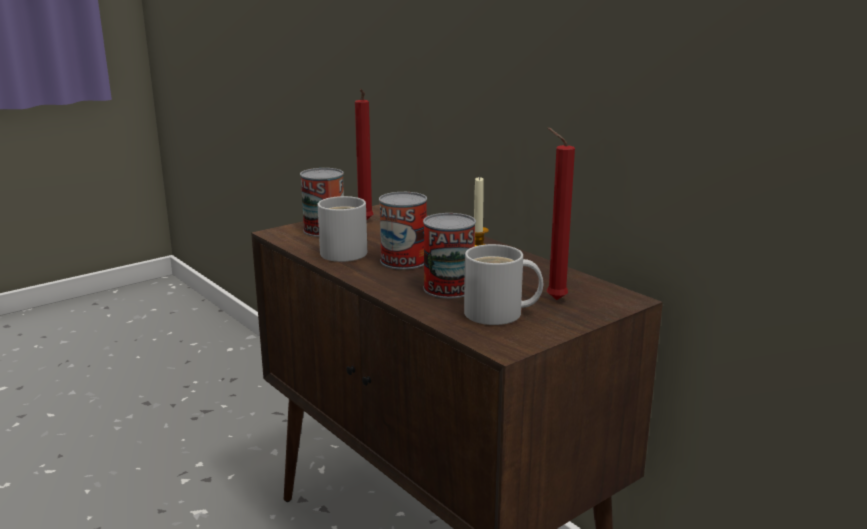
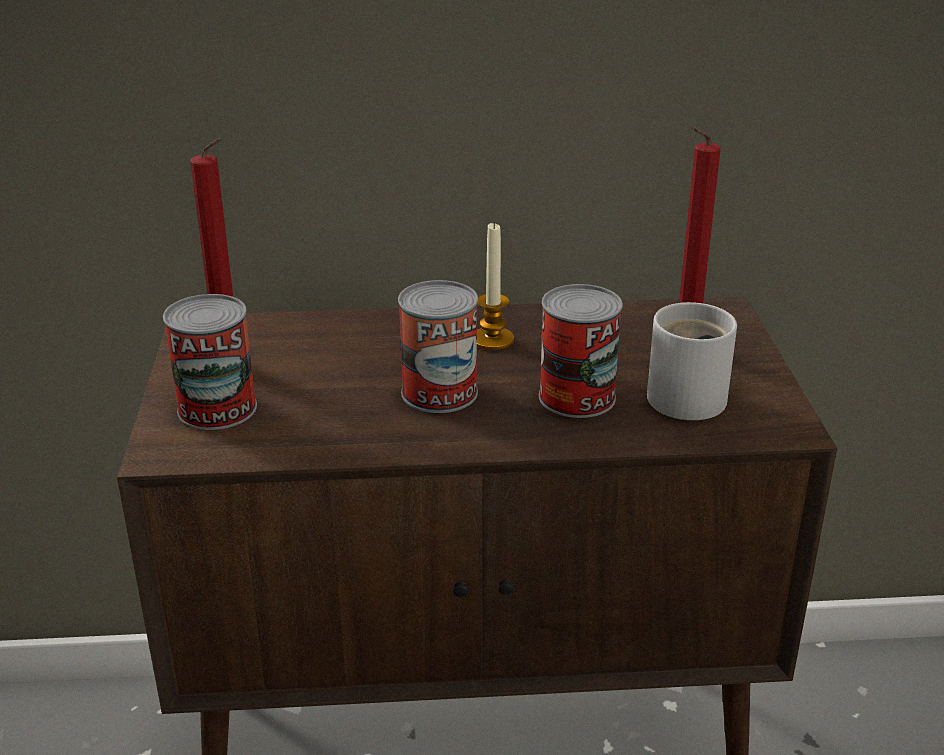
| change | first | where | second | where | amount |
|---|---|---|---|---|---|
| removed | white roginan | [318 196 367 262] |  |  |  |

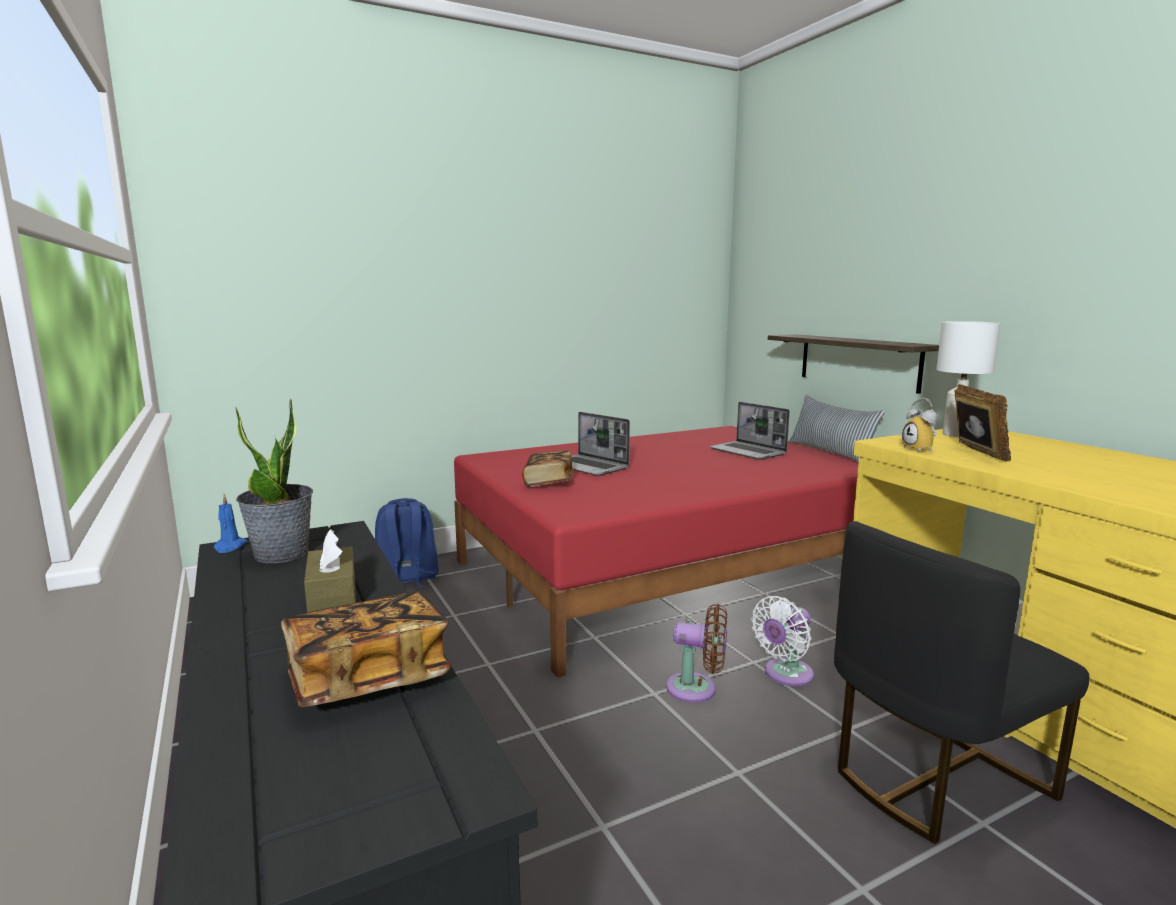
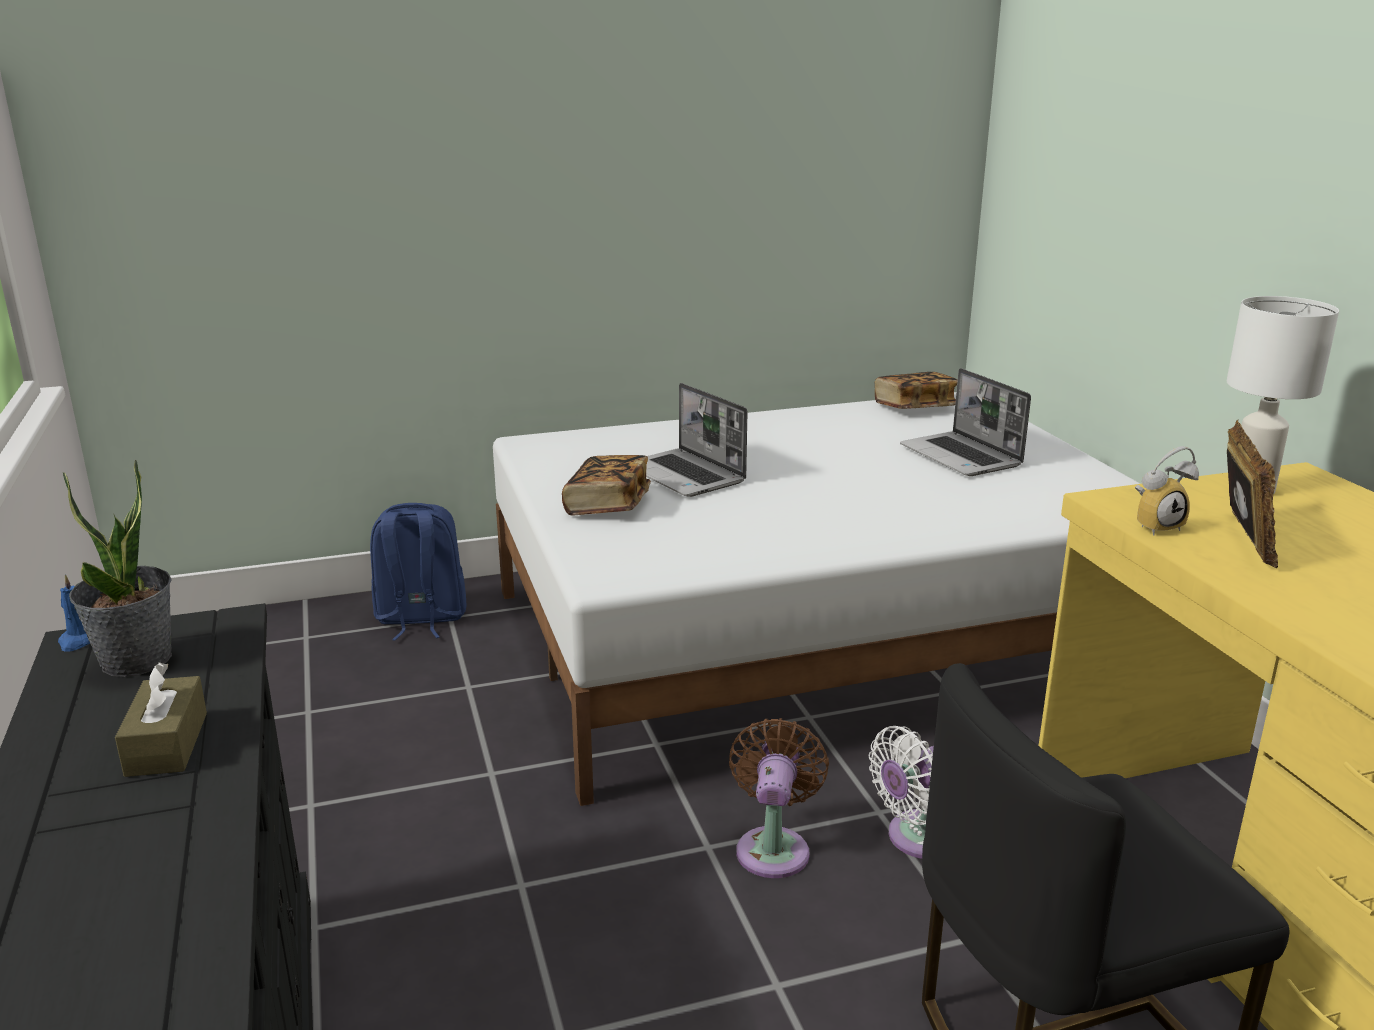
| change | first | where | second | where | amount |
|---|---|---|---|---|---|
| removed | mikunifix | [768 334 939 394] |  |  |  |
| removed | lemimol | [789 395 885 463] |  |  |  |
| moved | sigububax | [281 591 451 707] |  | [875 372 958 409] |  |
| recoloured | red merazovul | [454 426 858 678] | white merazovul | [493 392 1140 806] |  |
| turned | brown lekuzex | [666 604 727 703] |  | [729 718 829 878] | 105 degrees counterclockwise |
| turned | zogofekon | [902 398 937 453] |  | [1135 446 1199 536] | 105 degrees counterclockwise |

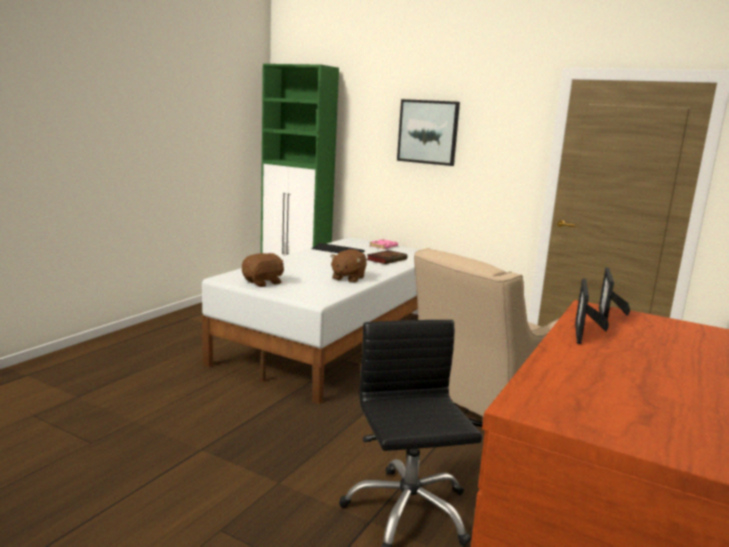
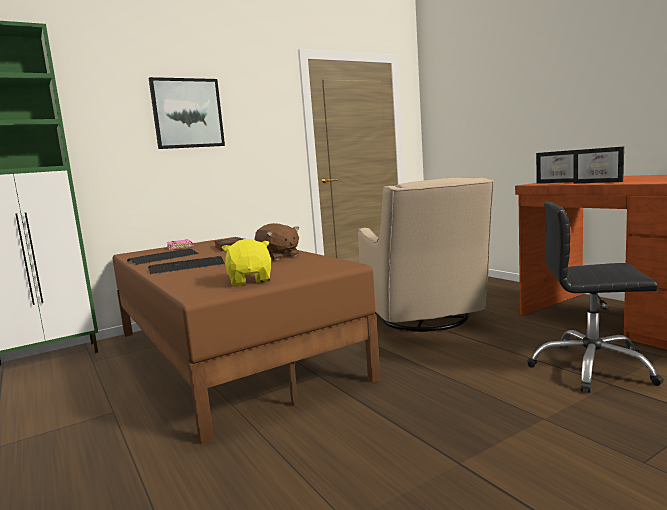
| change | first | where | second | where | amount |
|---|---|---|---|---|---|
| added |  |  | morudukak | [148 256 225 274] |  |
| recoloured | white merazovul | [202 237 421 404] | brown merazovul | [113 237 381 445] |  |
| recoloured | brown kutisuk | [242 253 284 287] | yellow kutisuk | [222 239 271 286] |  |

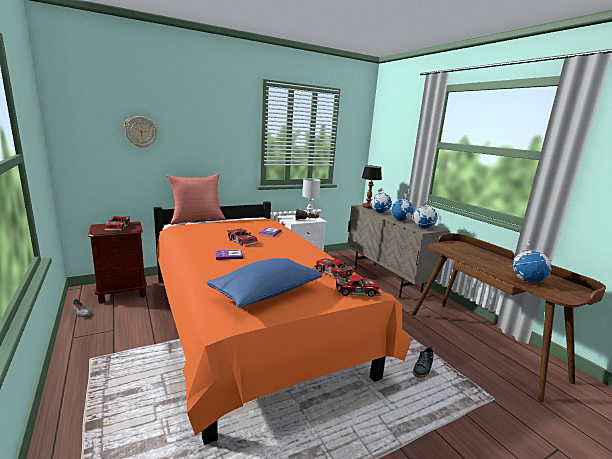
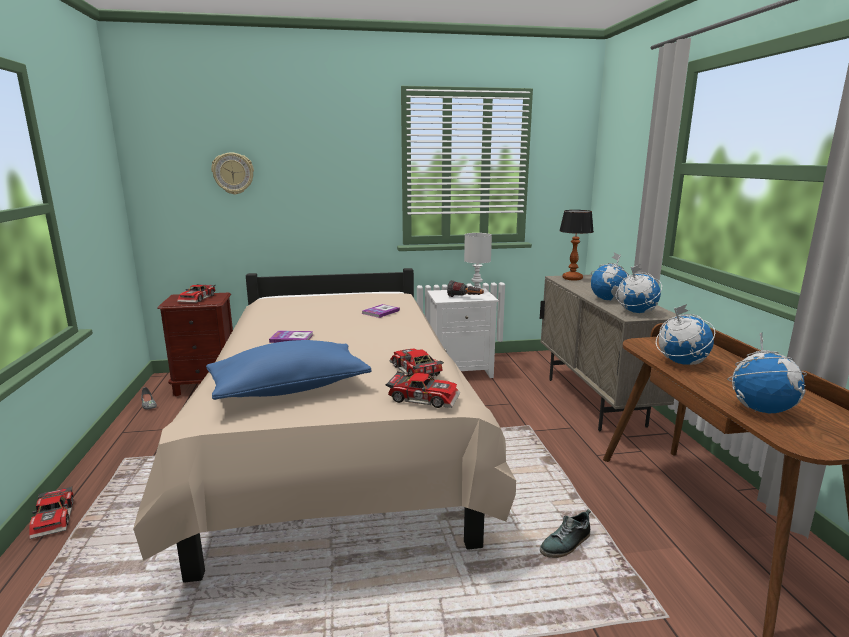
| change | first | where | second | where | amount |
|---|---|---|---|---|---|
| removed | red lemimol | [167 174 226 225] |  |  |  |
| moved | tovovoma | [227 228 259 246] |  | [29 486 74 539] |  |
| moved | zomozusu | [370 188 393 213] |  | [656 304 715 365] |  |
| recoloured | orange merazovul | [153 201 410 445] | beige merazovul | [133 268 516 583] |  |

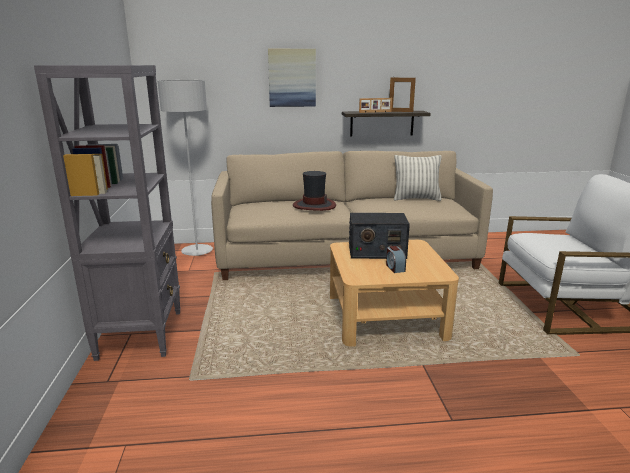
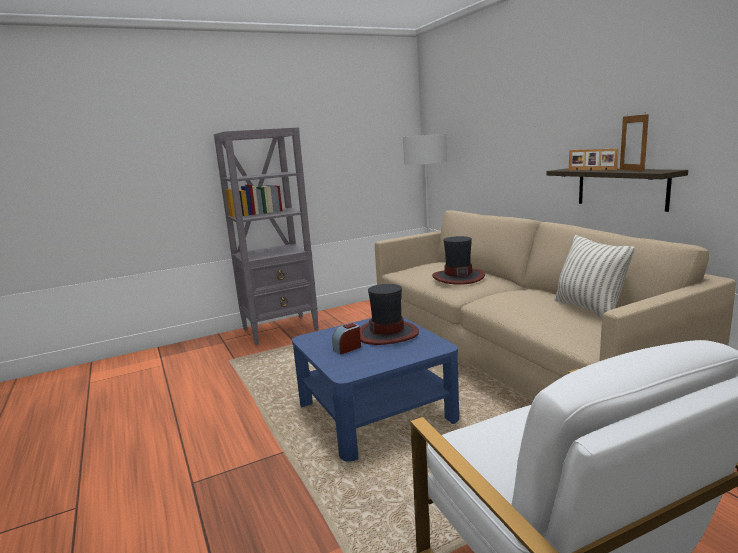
| change | first | where | second | where | amount |
|---|---|---|---|---|---|
| removed | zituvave | [268 49 316 107] |  |  |  |
| replaced | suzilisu | [349 213 410 259] | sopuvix | [360 284 419 345] |  |
| recoloured | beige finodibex | [330 240 459 347] | blue finodibex | [292 317 459 462] |  |

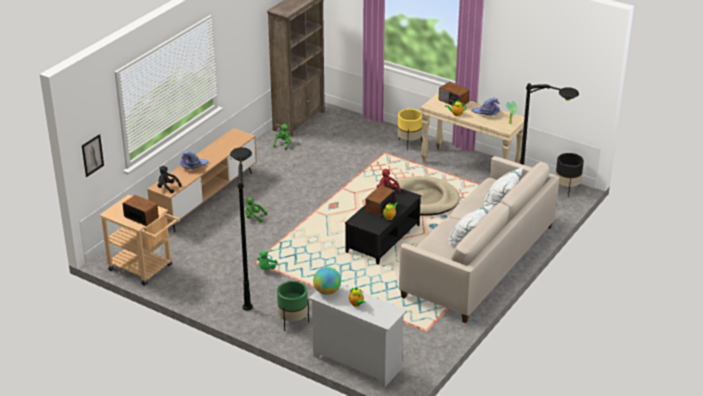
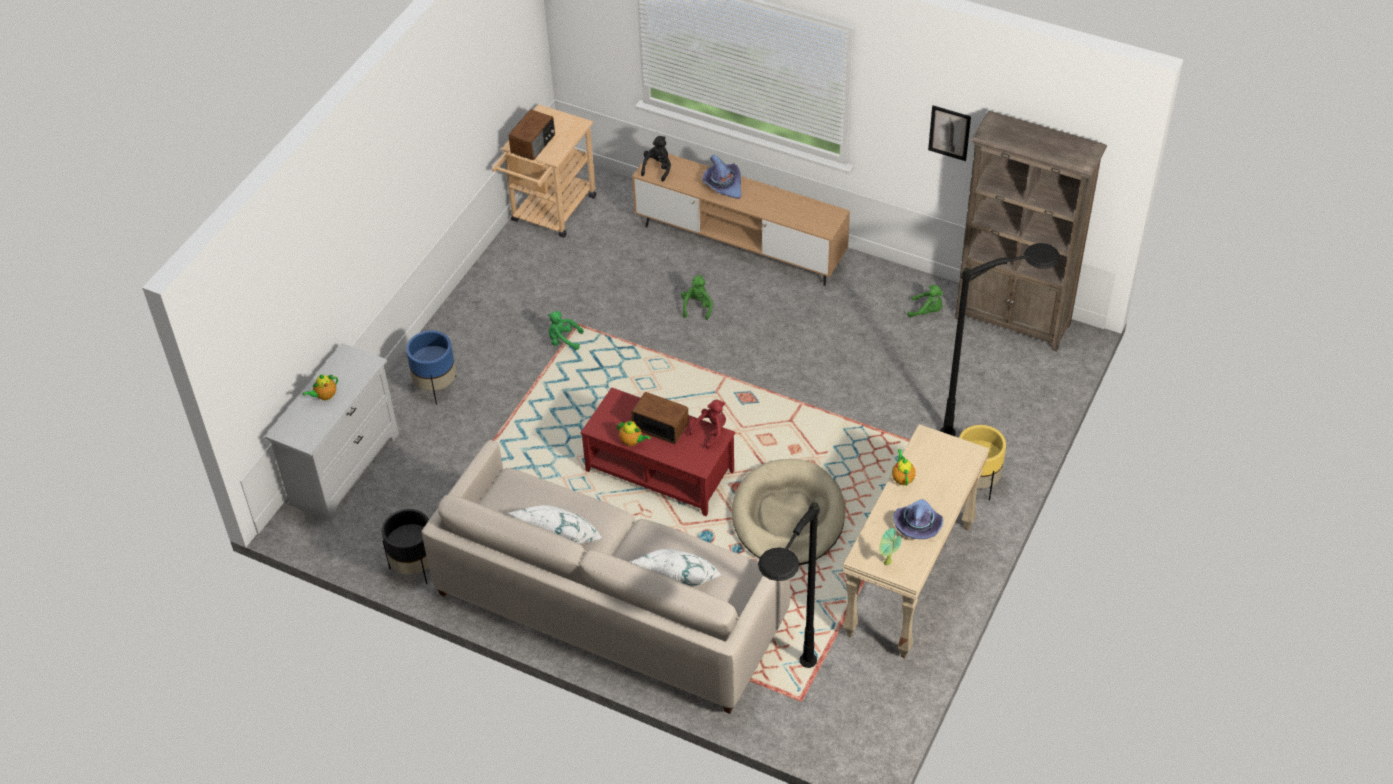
| change | first | where | second | where | amount |
|---|---|---|---|---|---|
| removed | zomozusu | [313 267 341 295] |  |  |  |
| removed | suzilisu | [439 82 470 106] |  |  |  |
| moved | zituvave | [82 134 104 177] |  | [928 106 971 161] |  |
| moved | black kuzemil | [230 147 253 311] |  | [940 243 1060 436] |  |
| moved | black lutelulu | [556 153 584 197] |  | [382 509 429 584] |  |
| recoloured | green lutelulu | [277 281 309 331] | blue lutelulu | [406 330 456 405] |  |
| recoloured | black finodibex | [345 186 421 265] | red finodibex | [581 387 735 516] |  |

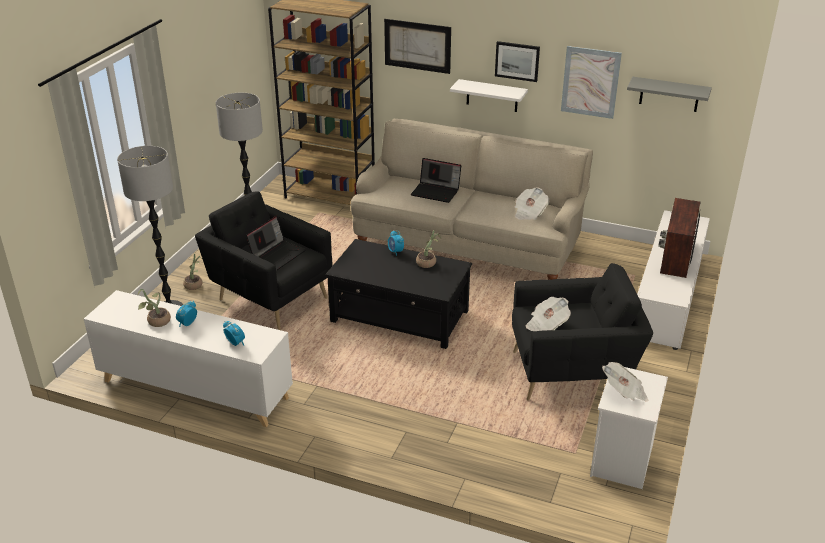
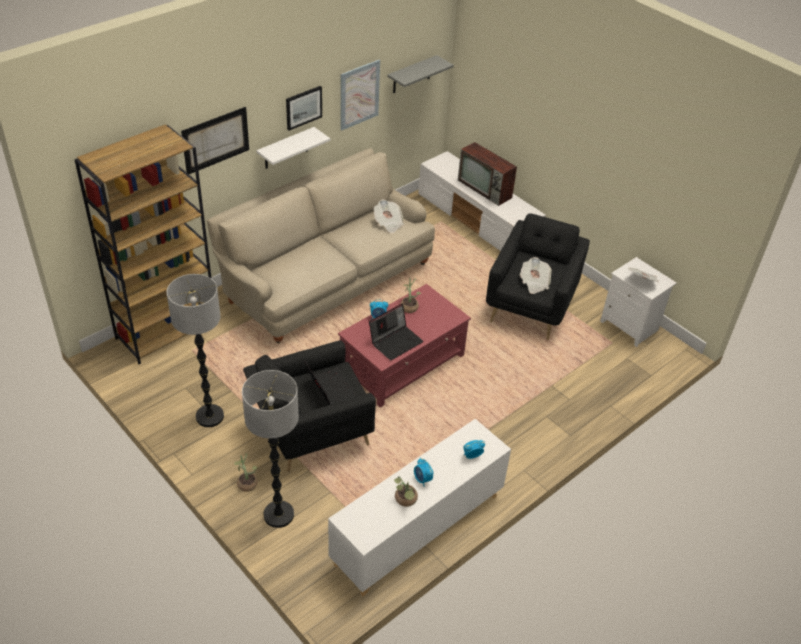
| change | first | where | second | where | amount |
|---|---|---|---|---|---|
| moved | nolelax | [411 158 461 203] |  | [369 304 423 360] |  |
| recoloured | black finodibex | [325 239 472 349] | red finodibex | [338 284 471 407] |  |

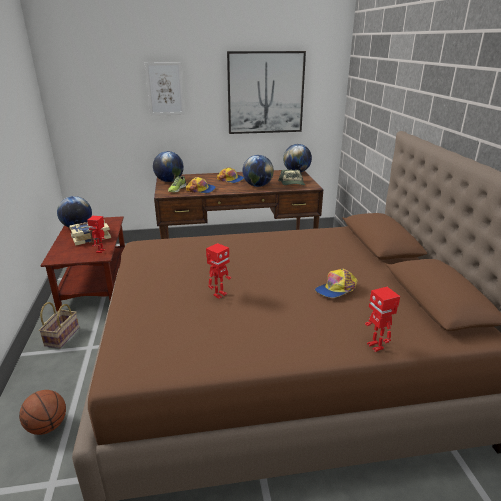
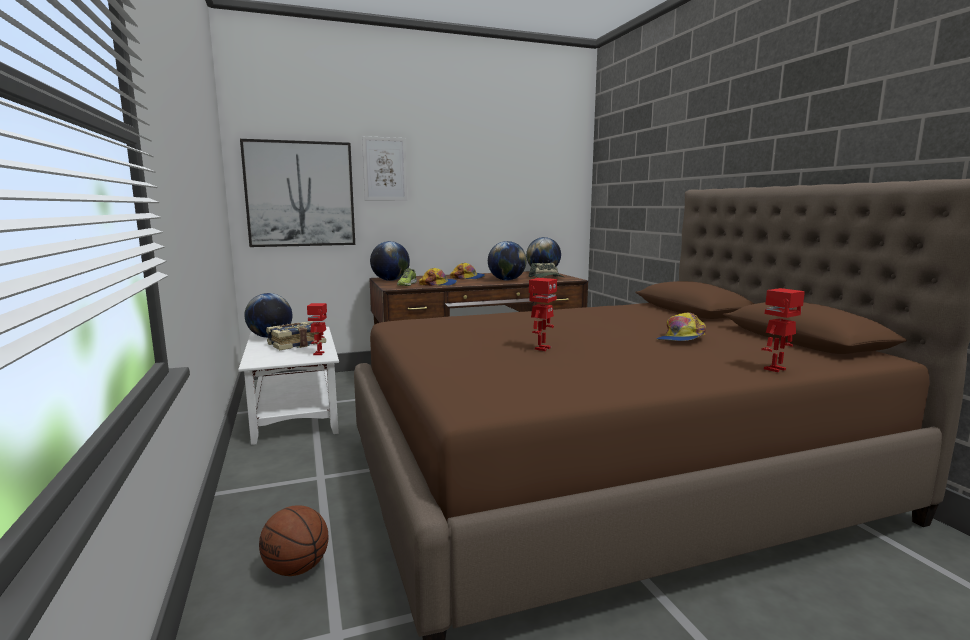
| change | first | where | second | where | amount |
|---|---|---|---|---|---|
| removed | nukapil | [39 302 79 348] |  |  |  |
| moved | zituvave | [227 51 306 134] |  | [240 139 355 247] |  |
| recoloured | brown finodibex | [41 216 125 311] | white finodibex | [238 327 339 445] |  |
| turned | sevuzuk | [365 287 400 352] |  | [761 288 805 372] | 90 degrees clockwise |

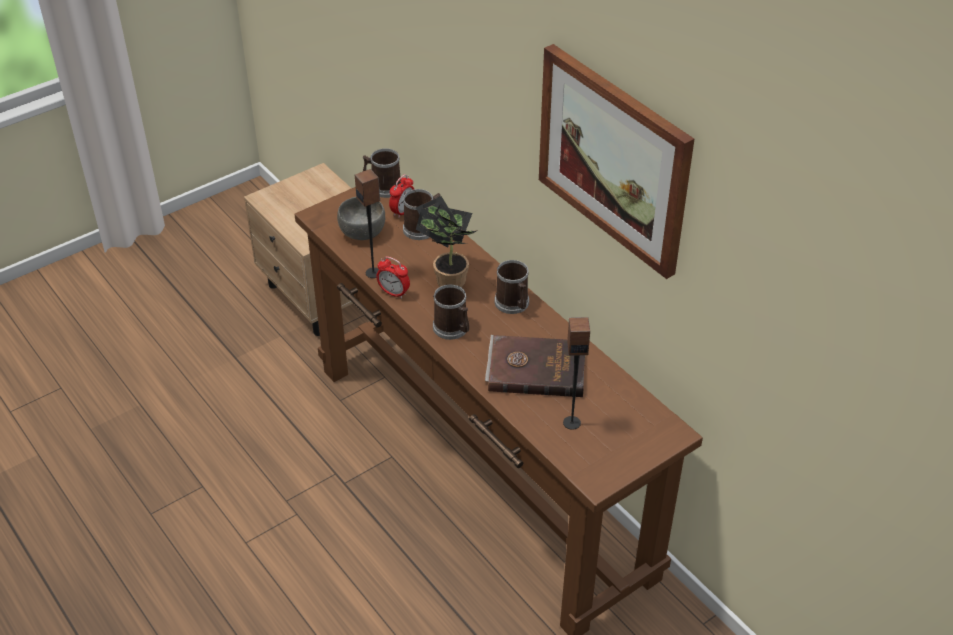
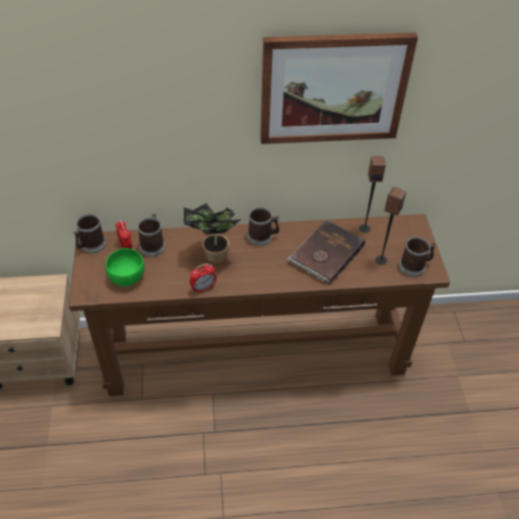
| change | first | where | second | where | amount |
|---|---|---|---|---|---|
| moved | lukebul | [355 169 380 278] |  | [359 156 386 233] |  |
| moved | roginan | [433 285 469 340] |  | [399 237 436 277] |  |
| recoloured | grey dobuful | [337 197 385 240] | green dobuful | [105 248 145 286] |  |

